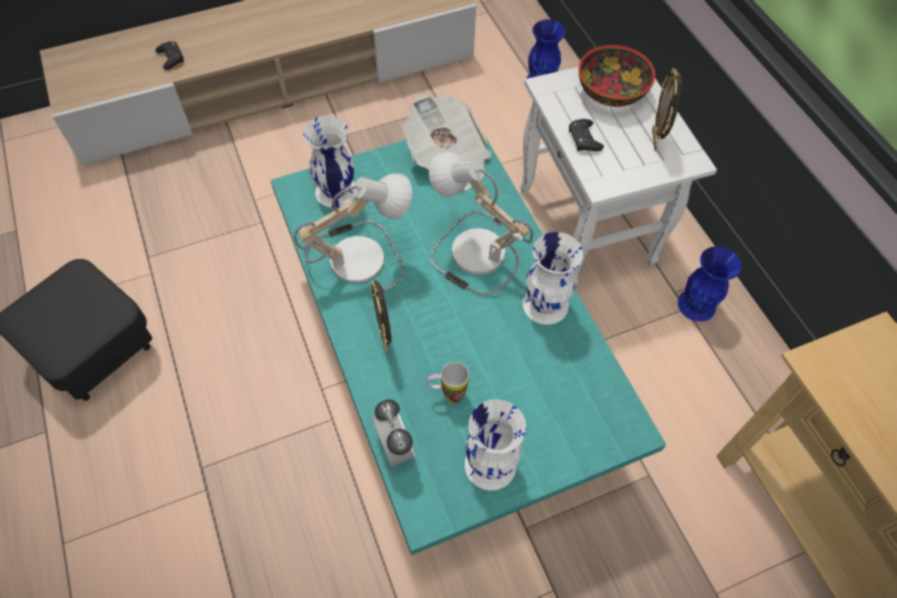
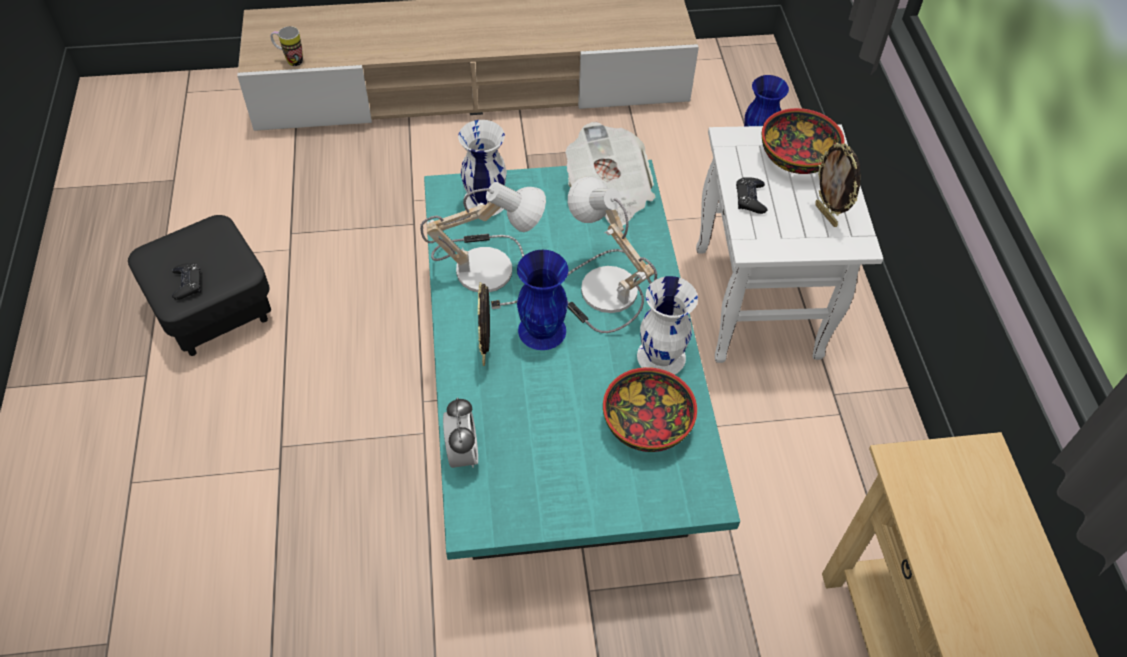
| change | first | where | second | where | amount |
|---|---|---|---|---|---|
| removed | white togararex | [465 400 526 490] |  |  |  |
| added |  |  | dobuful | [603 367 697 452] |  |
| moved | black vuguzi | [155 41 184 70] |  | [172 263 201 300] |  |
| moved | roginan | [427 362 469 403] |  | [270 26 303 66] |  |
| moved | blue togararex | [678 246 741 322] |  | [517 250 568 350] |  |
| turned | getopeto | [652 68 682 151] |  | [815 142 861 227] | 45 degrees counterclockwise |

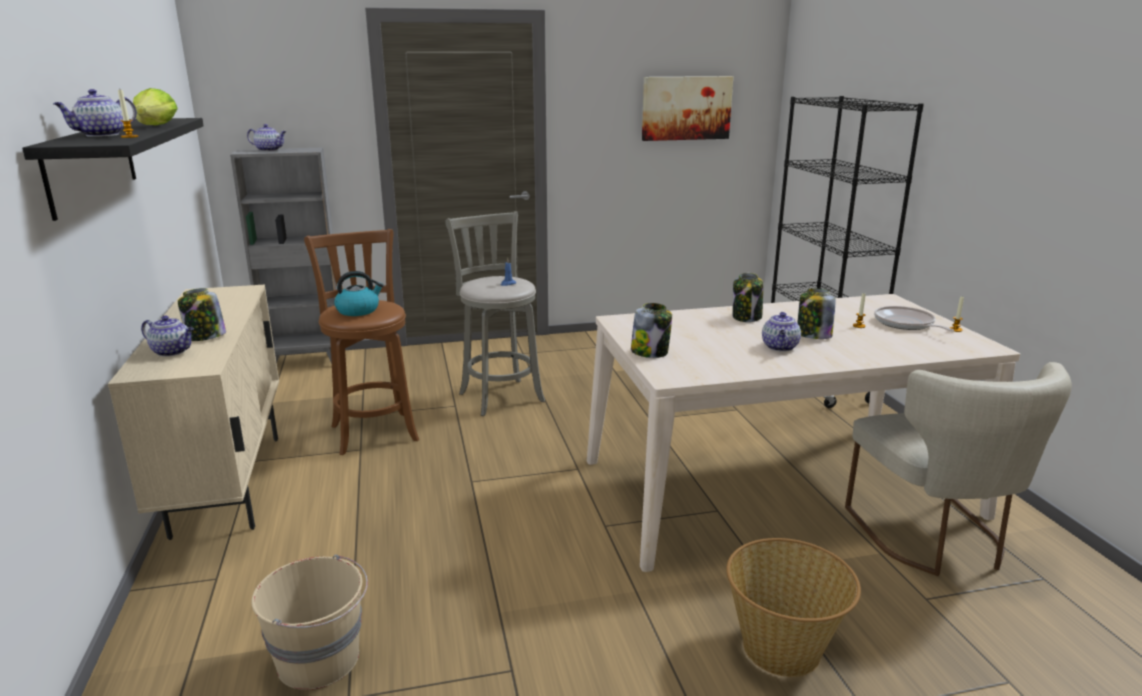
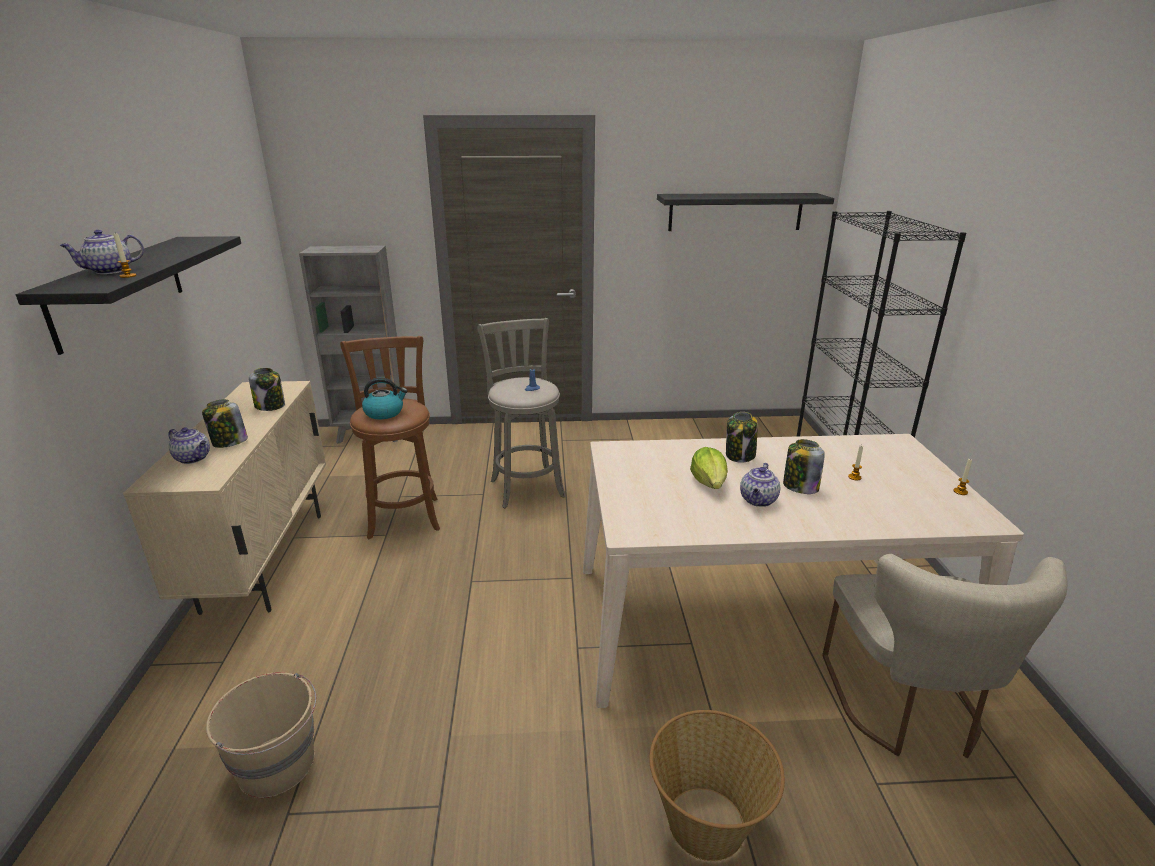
| change | first | where | second | where | amount |
|---|---|---|---|---|---|
| removed | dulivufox | [247 124 287 151] |  |  |  |
| removed | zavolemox | [874 306 954 331] |  |  |  |
| moved | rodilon | [133 88 178 125] |  | [690 447 728 489] |  |
| moved | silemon | [631 303 672 358] |  | [249 368 285 411] |  |
| replaced | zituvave | [642 76 733 141] | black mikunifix | [657 193 834 231] |  |

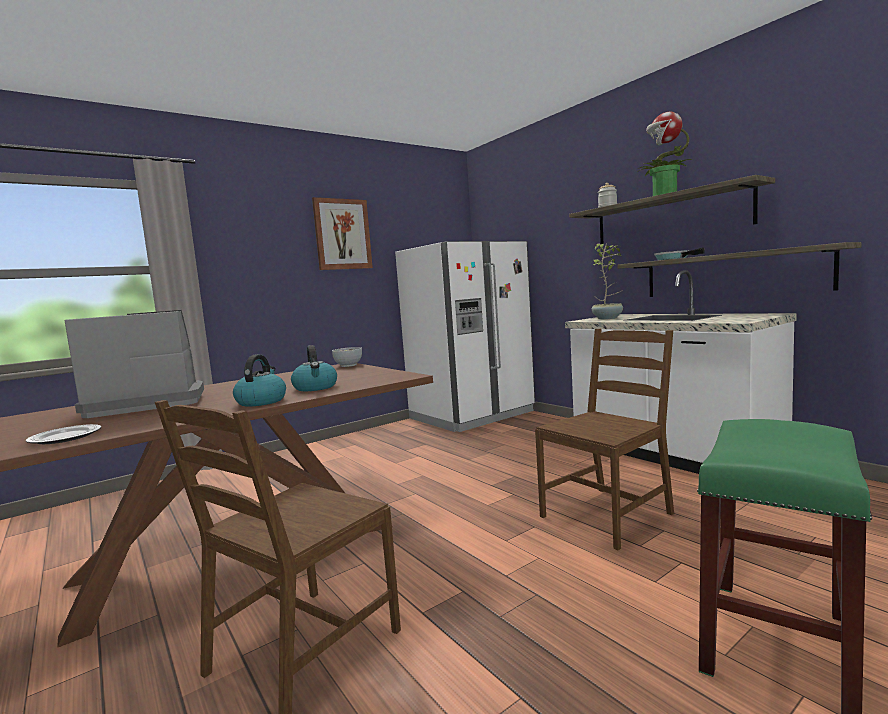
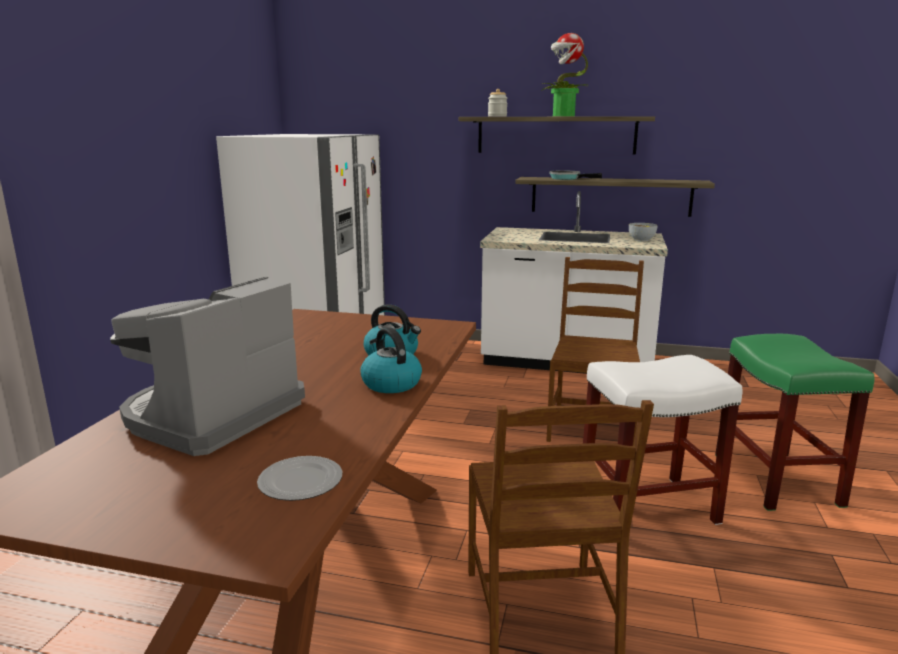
| change | first | where | second | where | amount |
|---|---|---|---|---|---|
| removed | zituvave | [312 197 373 270] |  |  |  |
| removed | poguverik | [592 243 623 319] |  |  |  |
| added |  |  | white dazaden | [583 355 742 525] |  |
| moved | dobuful | [332 347 362 367] |  | [629 223 657 242] |  |

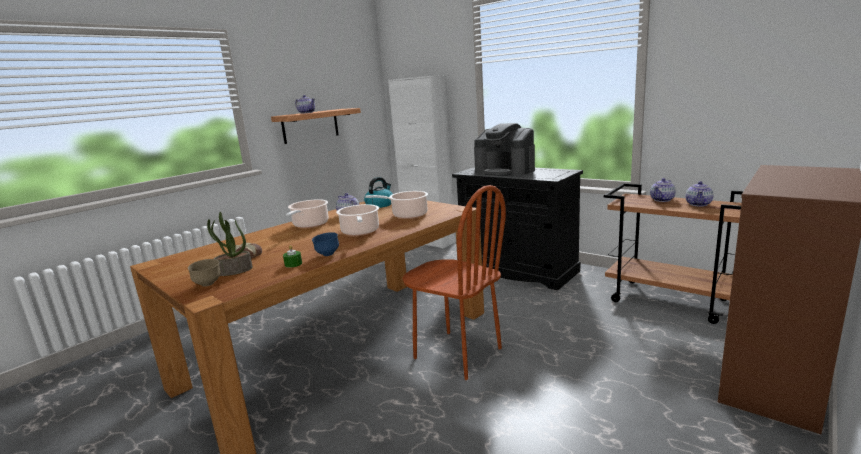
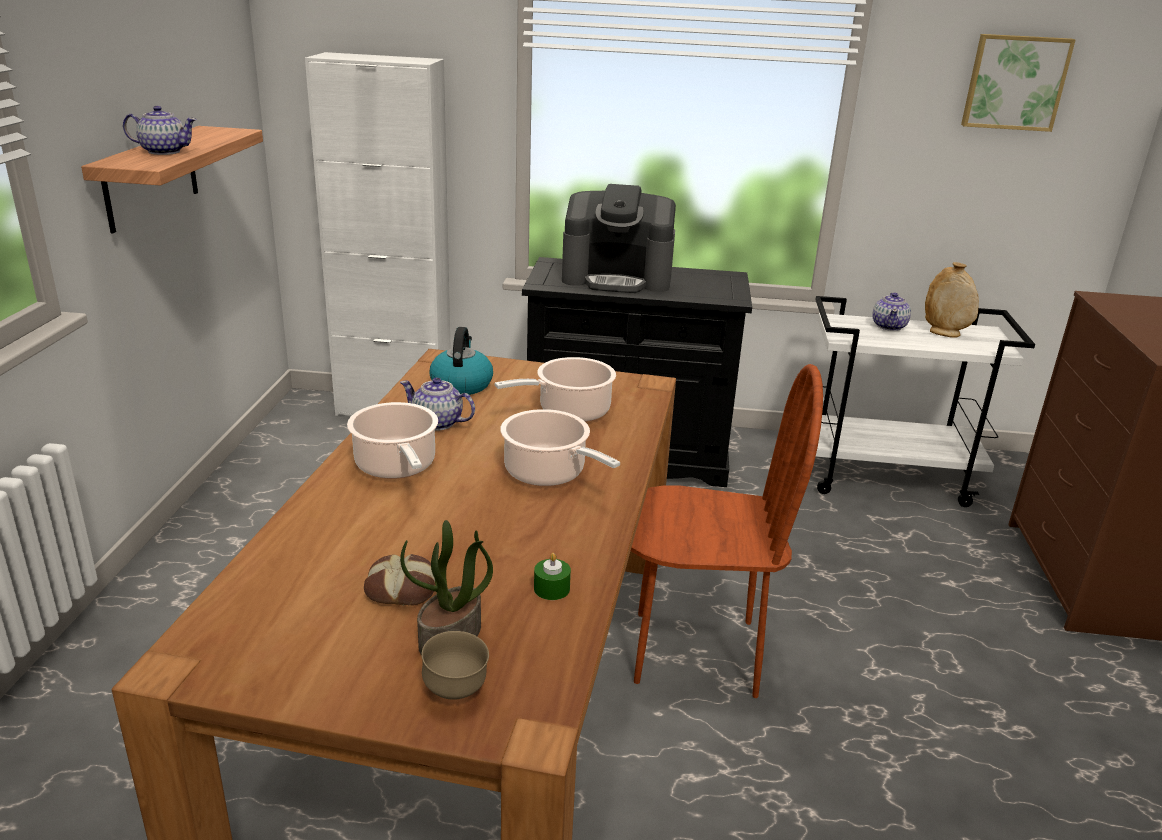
| change | first | where | second | where | amount |
|---|---|---|---|---|---|
| removed | blue dobuful | [312 232 339 256] |  |  |  |
| added |  |  | zituvave | [961 34 1076 132] |  |
| replaced | dulivufox | [685 181 713 206] | beige togararex | [925 262 979 338] |  |
| recoloured | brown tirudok | [604 183 743 324] | white tirudok | [815 296 1035 507] |  |

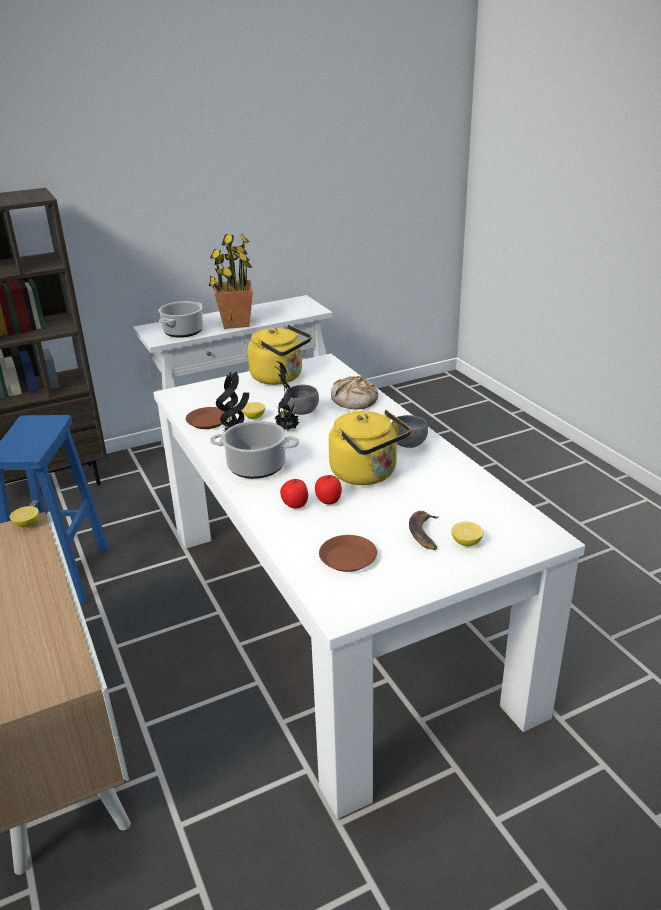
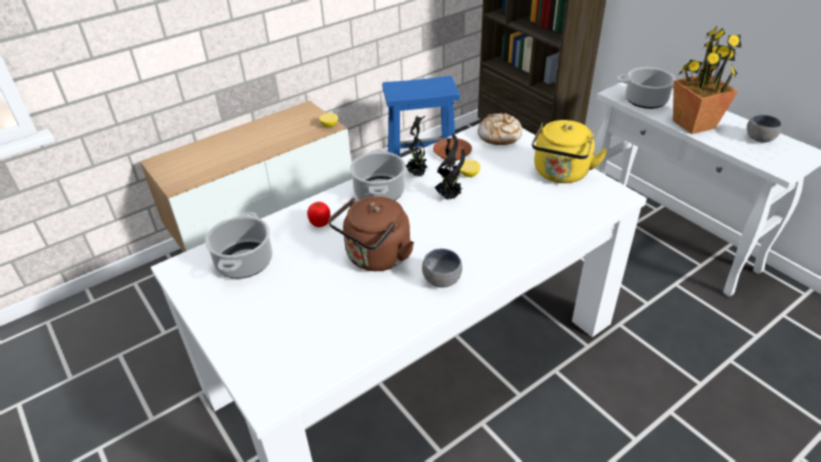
| change | first | where | second | where | amount |
|---|---|---|---|---|---|
| removed | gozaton | [315 474 342 504] |  |  |  |
| removed | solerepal | [409 511 439 550] |  |  |  |
| removed | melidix | [451 521 484 546] |  |  |  |
| moved | grey dobuful | [285 385 319 415] |  | [747 114 782 143] |  |
| moved | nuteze | [331 376 378 410] |  | [478 113 522 145] |  |
| replaced | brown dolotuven | [319 535 377 572] | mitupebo | [205 212 273 279] |  |
| recoloured | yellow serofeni | [329 410 411 485] | brown serofeni | [328 196 414 271] |  |

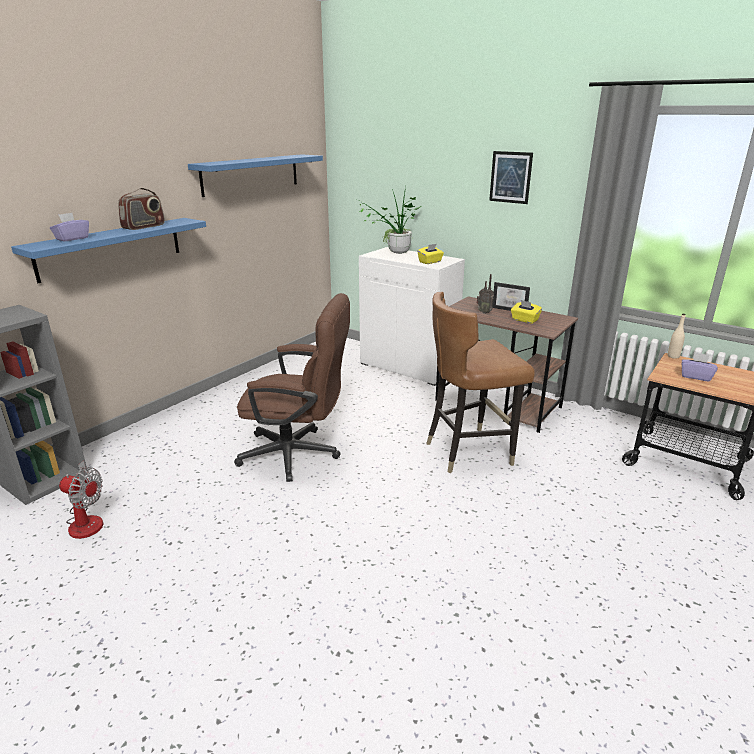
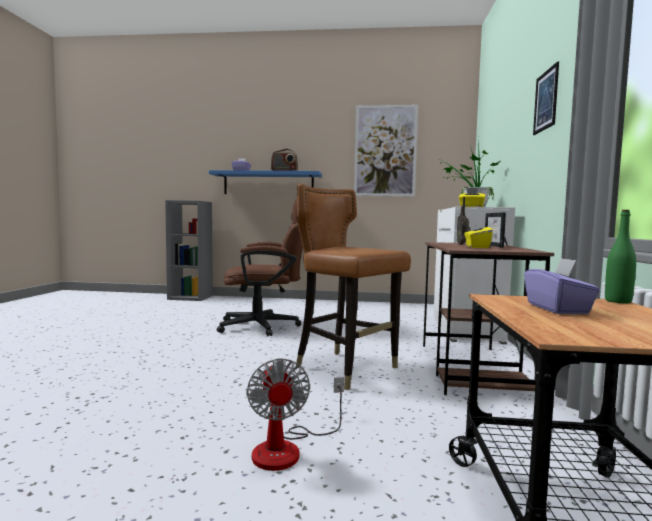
| change | first | where | second | where | amount |
|---|---|---|---|---|---|
| moved | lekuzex | [59 461 103 539] |  | [247 358 344 471] |  |
| replaced | blue mikunifix | [188 154 323 197] | zituvave | [354 105 418 197] |  |
| recoloured | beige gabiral | [668 313 686 359] | green gabiral | [605 210 636 303] |  |
| turned | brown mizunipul | [234 293 350 482] |  | [217 198 303 336] | 75 degrees counterclockwise |

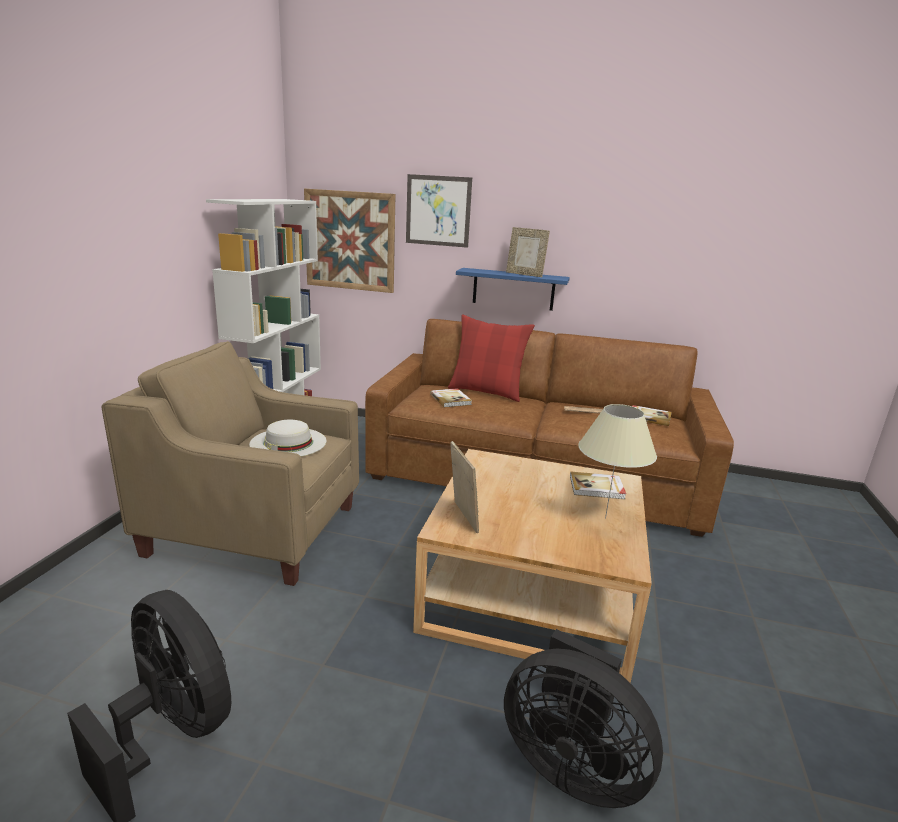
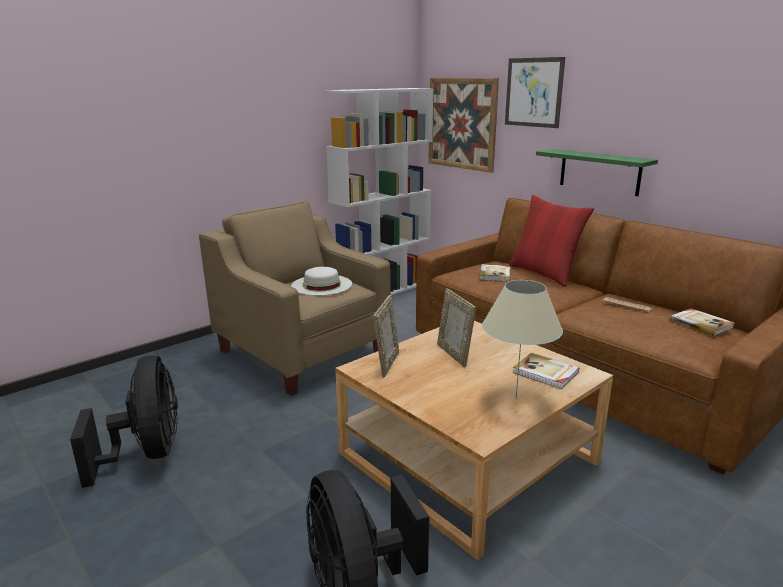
| change | first | where | second | where | amount |
|---|---|---|---|---|---|
| moved | getopeto | [506 227 550 277] |  | [437 288 476 368] |  |
| recoloured | blue mikunifix | [456 268 570 311] | green mikunifix | [536 149 658 196] |  |

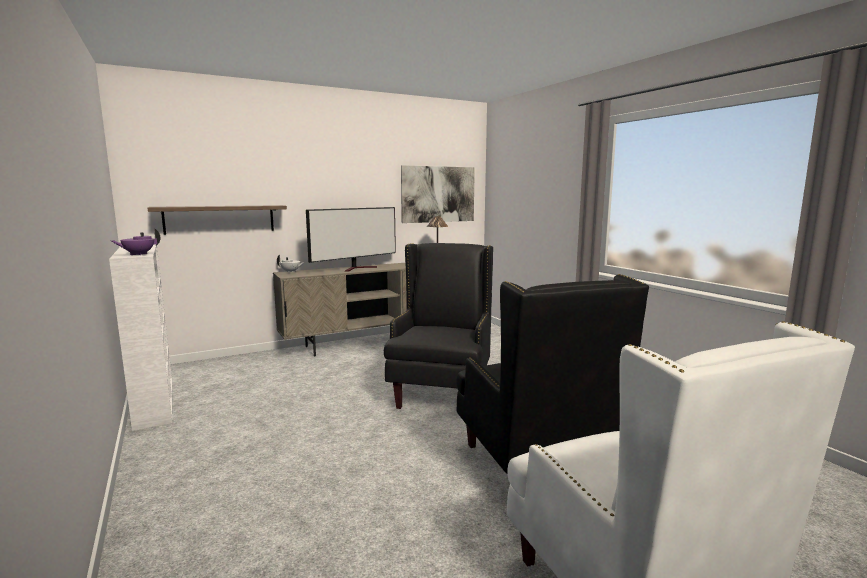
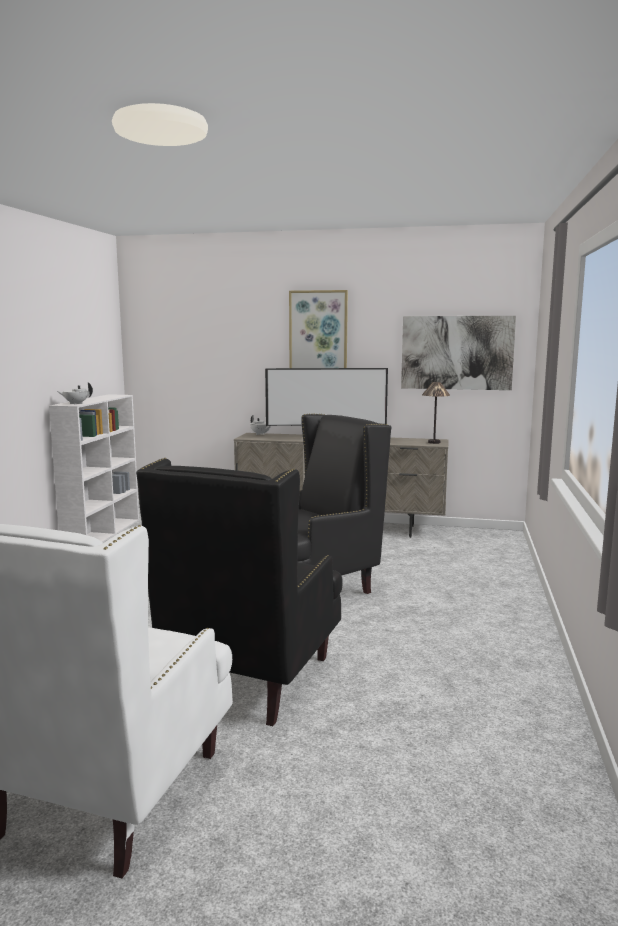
| change | first | where | second | where | amount |
|---|---|---|---|---|---|
| removed | mikunifix | [148 205 287 235] |  |  |  |
| added |  |  | zituvave | [289 290 348 368] |  |
| recoloured | purple dulivufox | [111 228 160 255] | white dulivufox | [57 382 93 405] |  |

